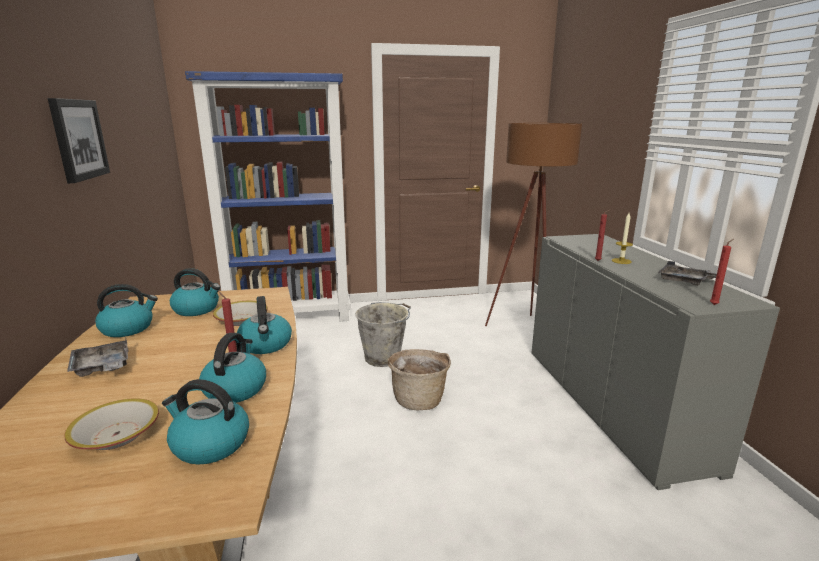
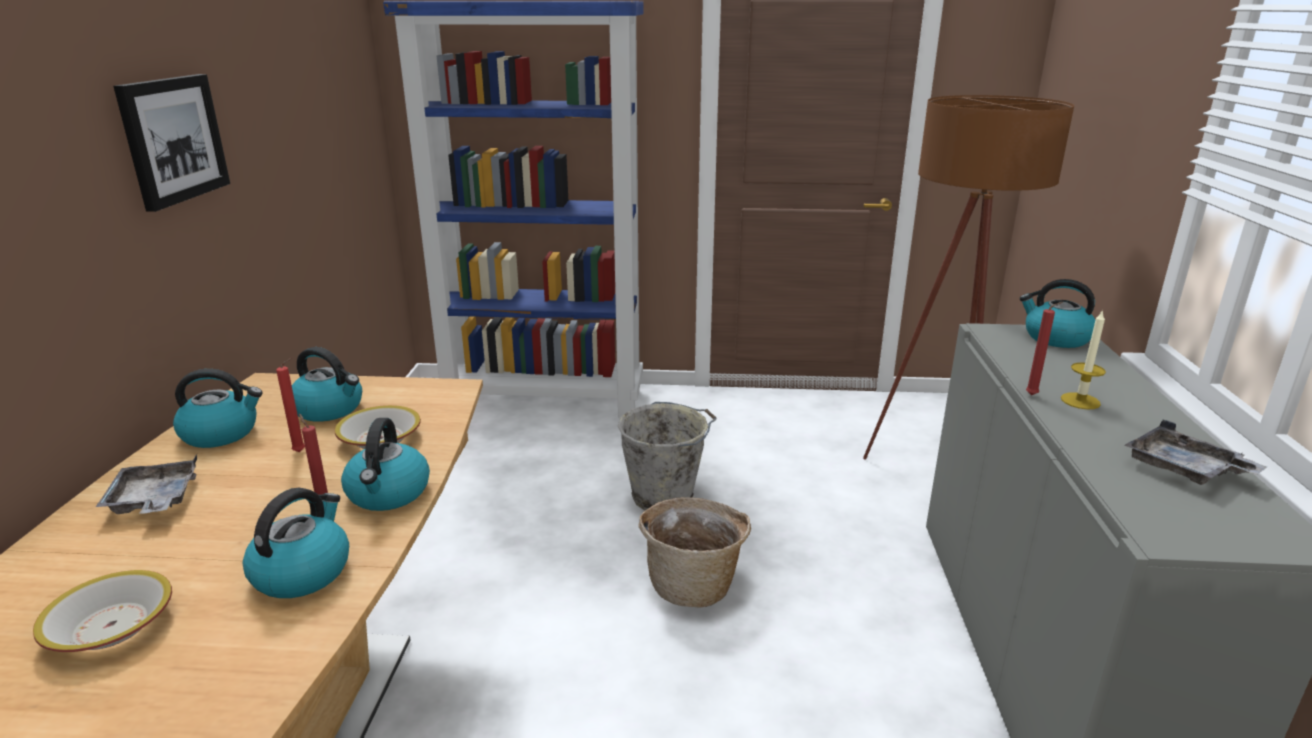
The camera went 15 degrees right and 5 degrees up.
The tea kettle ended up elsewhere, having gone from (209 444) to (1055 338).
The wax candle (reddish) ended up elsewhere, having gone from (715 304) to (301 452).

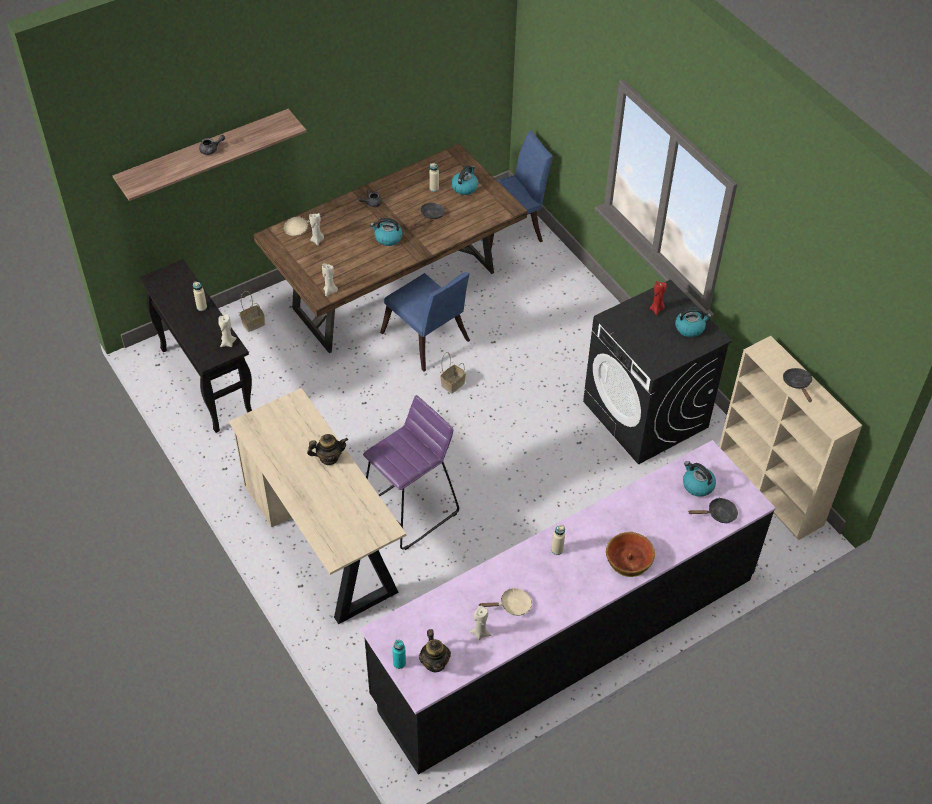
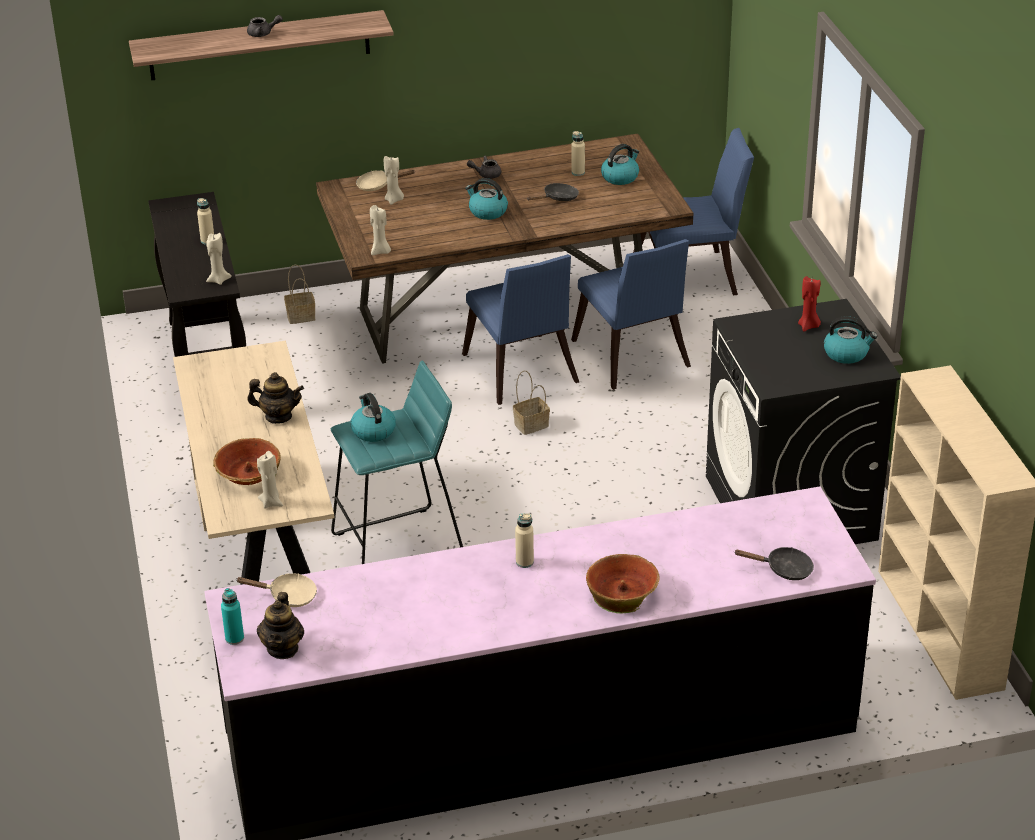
The camera went 20 degrees right and 15 degrees down.
The second view lost the skillet (blackish) at (797 384).
The second view gained the bowl at (248 474).
The second view gained the chair (bluish) at (632 359).
The wax candle (sand-coloured) ended up elsewhere, having gone from (480 633) to (271 502).
The skillet (sand-coloured) ended up elsewhere, having gone from (512 605) to (288 596).
The tea kettle ended up elsewhere, having gone from (697 485) to (373 431).
What was the stool (purple) at (410 510) turned into the stool (blue-green) at (399 550).

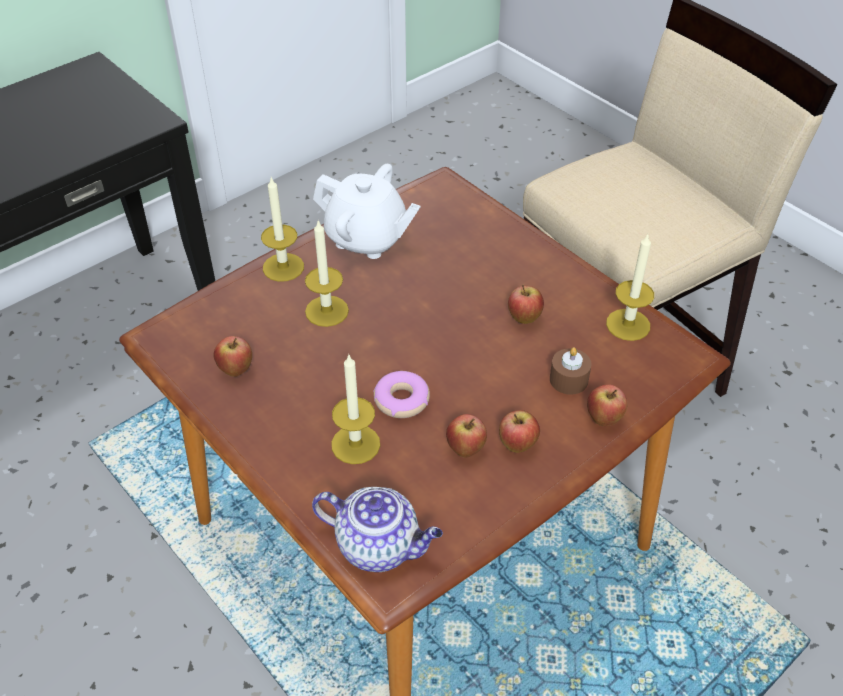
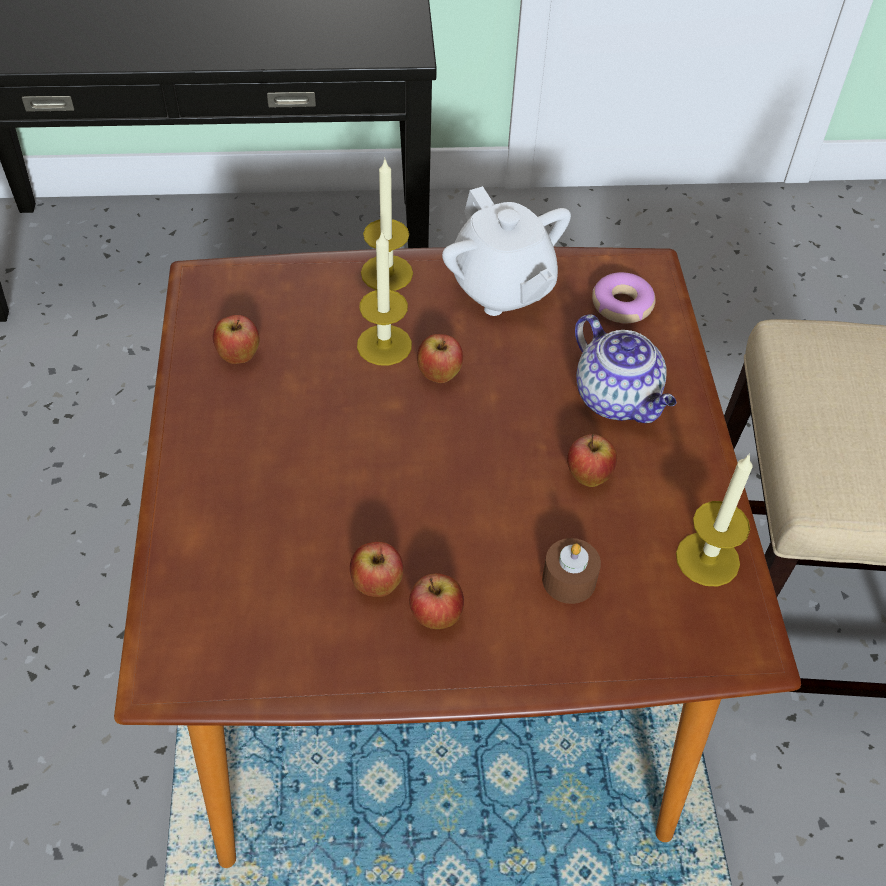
The camera went 35 degrees right and 5 degrees up.
The second view lost the wax candle at (355 444).
The teapot ended up elsewhere, having gone from (380 546) to (618 399).
The ring doughnut ended up elsewhere, having gone from (401 400) to (621 305).
The whole apple ended up elsewhere, having gone from (604 419) to (439 375).

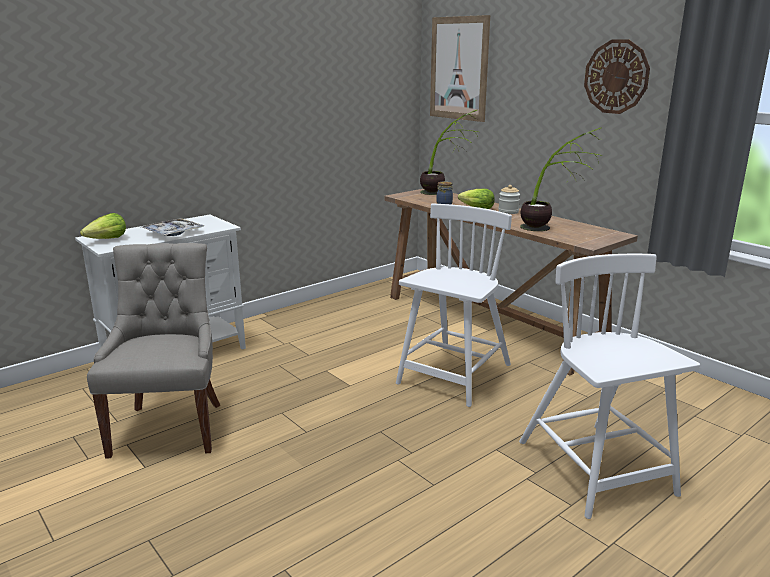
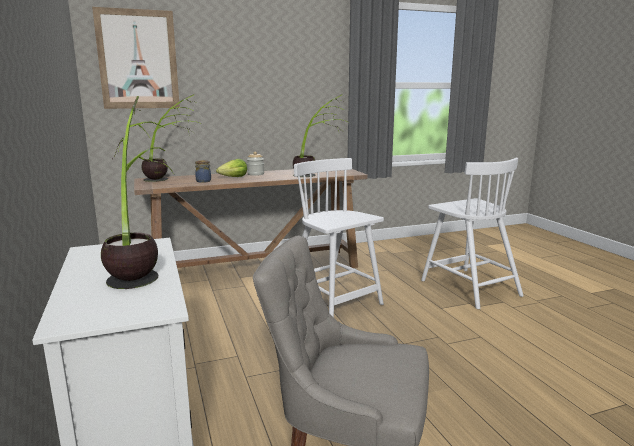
The camera went 70 degrees left and 5 degrees down.
The second view lost the head of lettuce at (107 240).
The second view lost the wall clock at (616 77).
Where the tray stood at (173 233), the plant in a pot came to stand at (141 267).
The chair (white) at (596 469) ended up facing another way, 120 degrees counterclockwise from before.

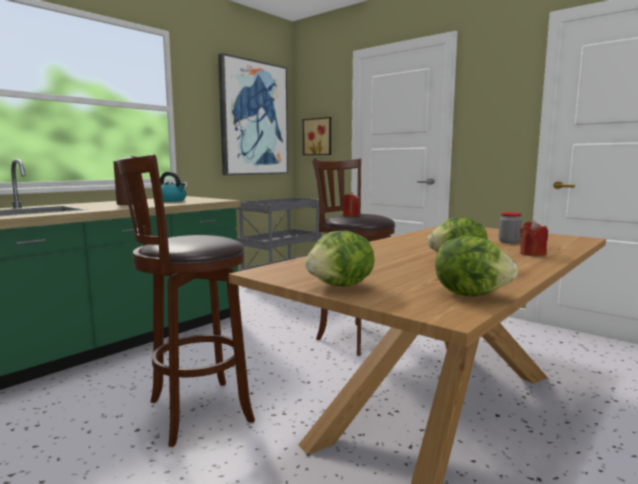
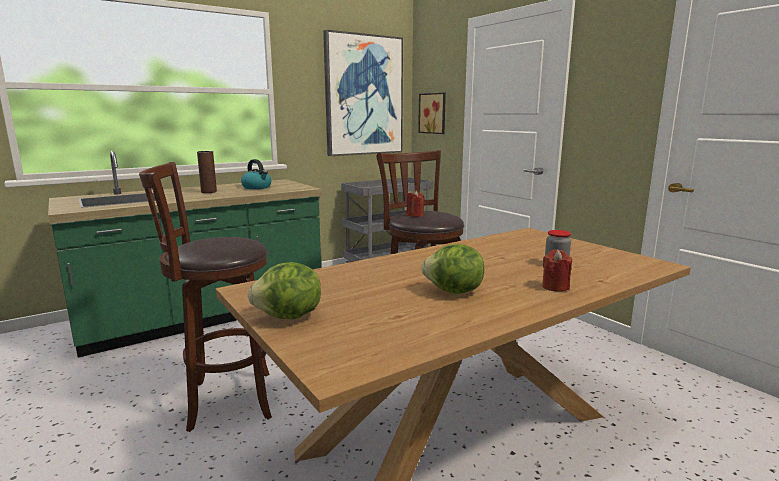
The camera went 15 degrees right and 5 degrees up.
The second view lost the head of lettuce at (471 294).

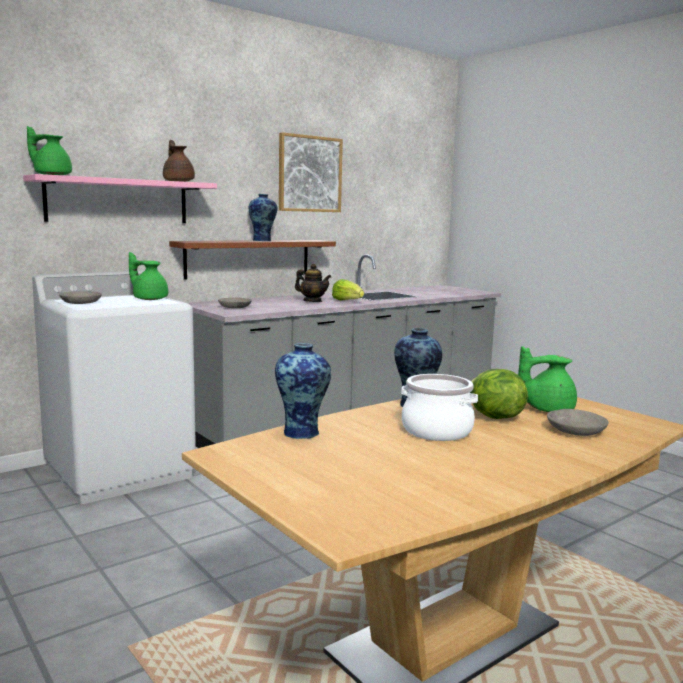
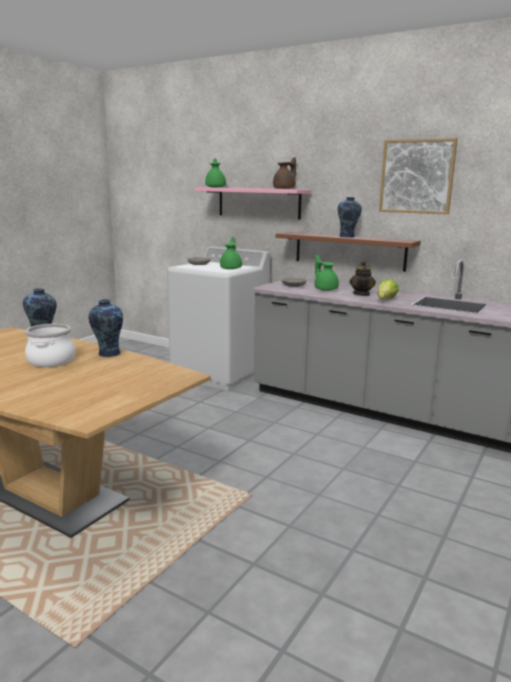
The camera went 70 degrees right and 5 degrees up.
The second view lost the head of lettuce at (494 417).
The second view lost the bowl (gray) at (575 430).
The teapot (green) ended up elsewhere, having gone from (546 409) to (325 289).

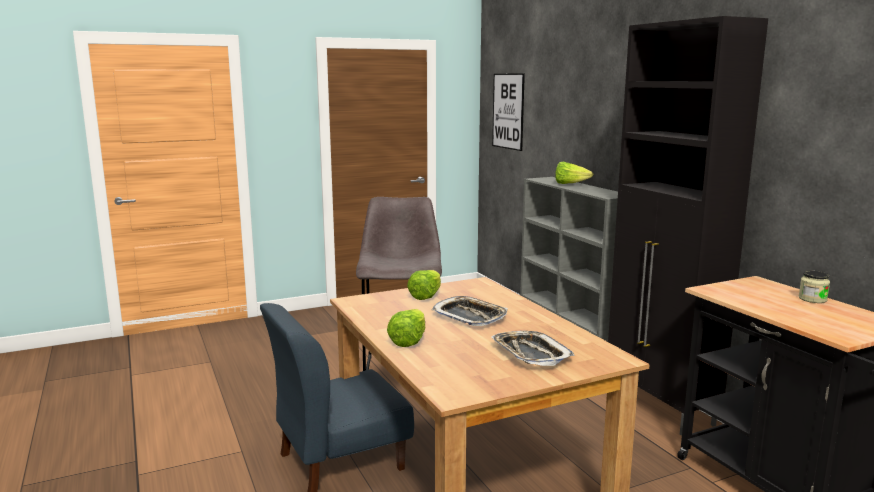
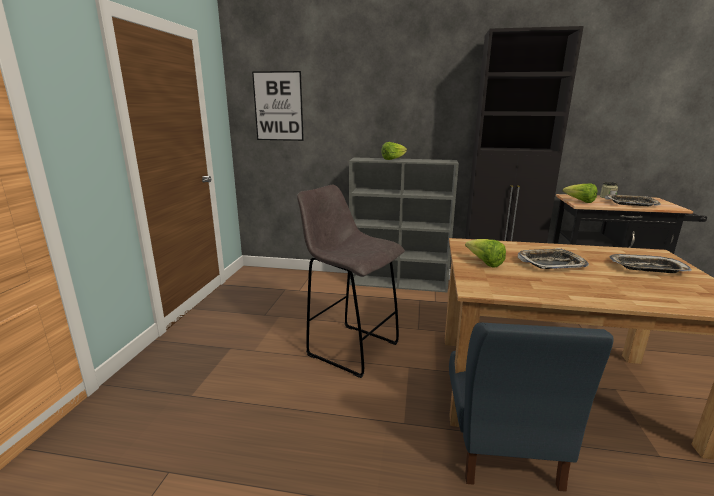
The camera went 55 degrees left and 5 degrees up.
The second view gained the tray at (631 203).
The head of lettuce ended up elsewhere, having gone from (409 341) to (580 201).

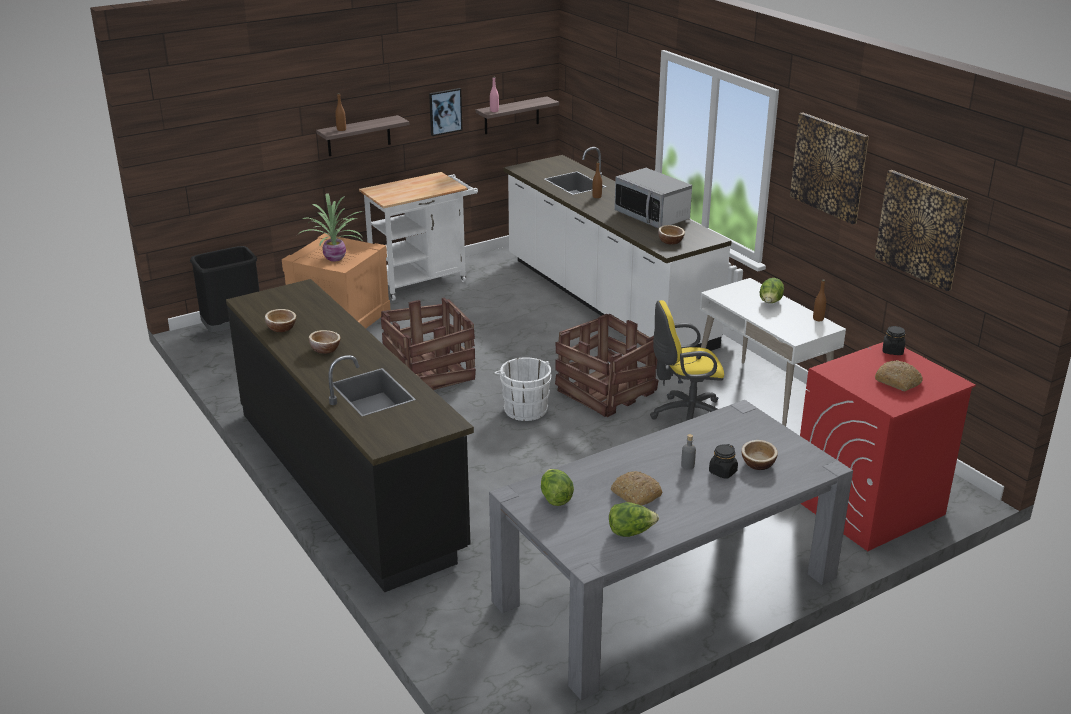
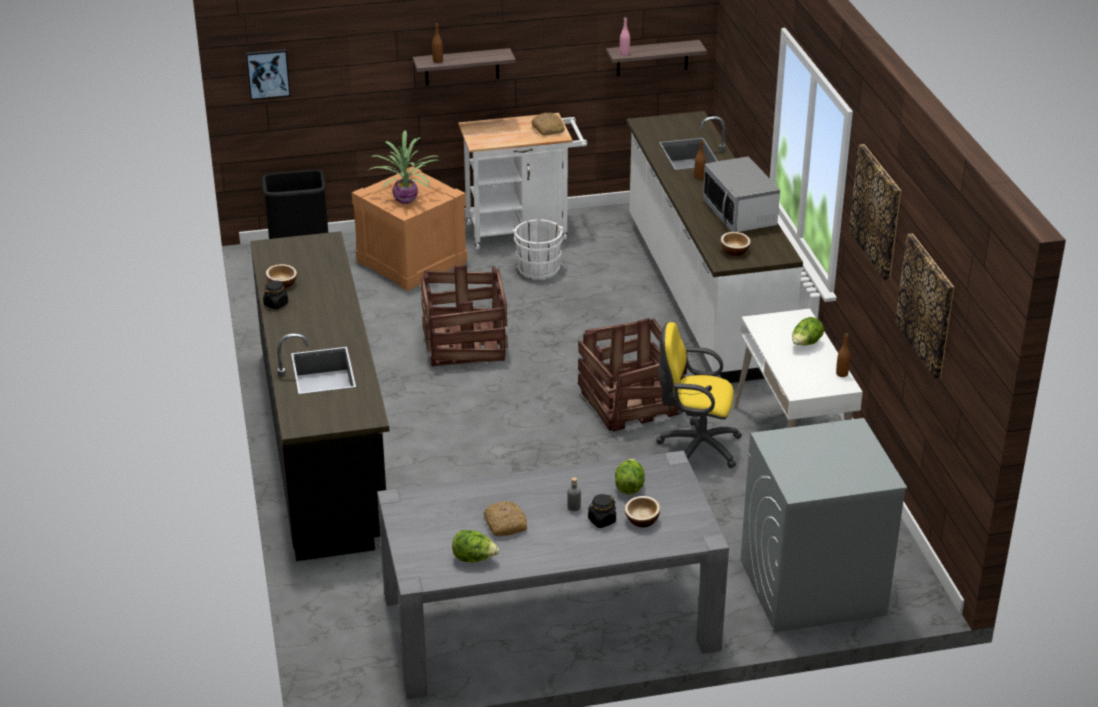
The camera went 20 degrees right and 5 degrees up.
The second view lost the bowl at (325 349).
The wall picture ended up elsewhere, having gone from (445 111) to (268 73).
The bucket (white) ended up elsewhere, having gone from (524 408) to (538 268).
The head of lettuce ended up elsewhere, having gone from (555 498) to (629 487).
The bread ended up elsewhere, having gone from (898 381) to (548 129).
The preserve jar (blackish) ended up elsewhere, having gone from (892 351) to (276 304).
What was the laundry machine (reddish) at (867 506) turned into the laundry machine (gray) at (811 587).

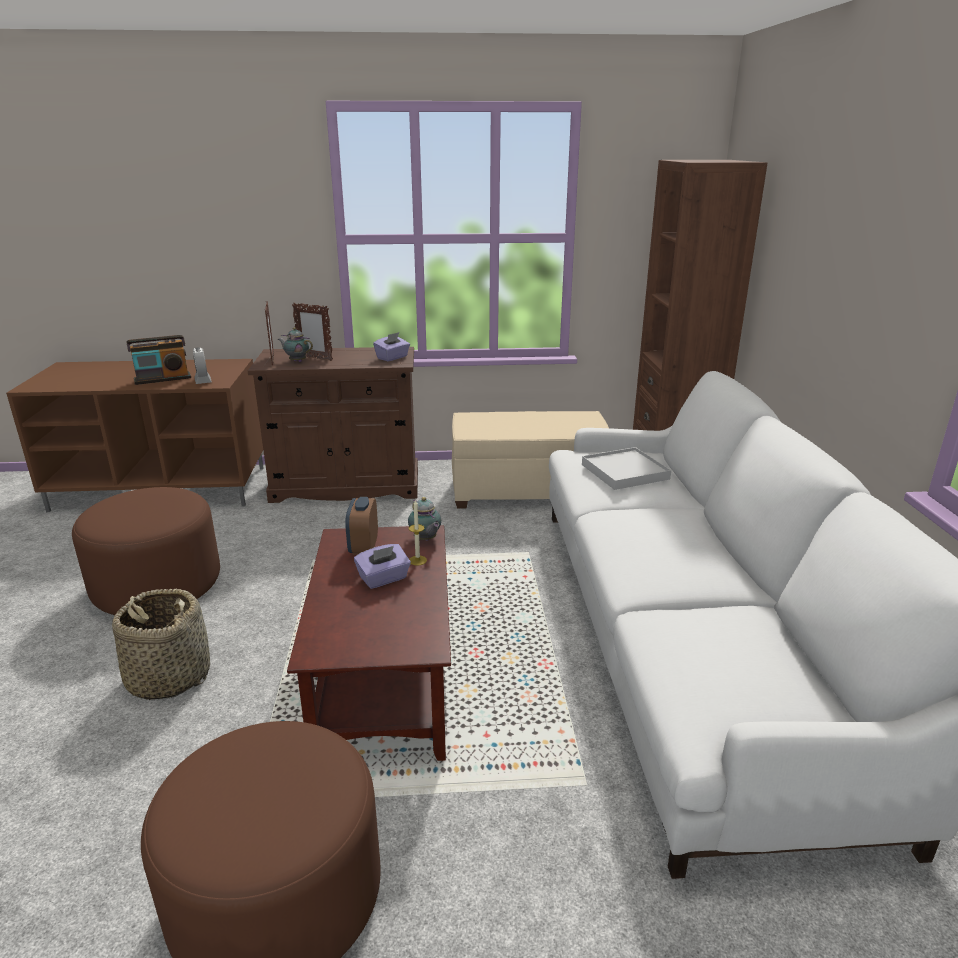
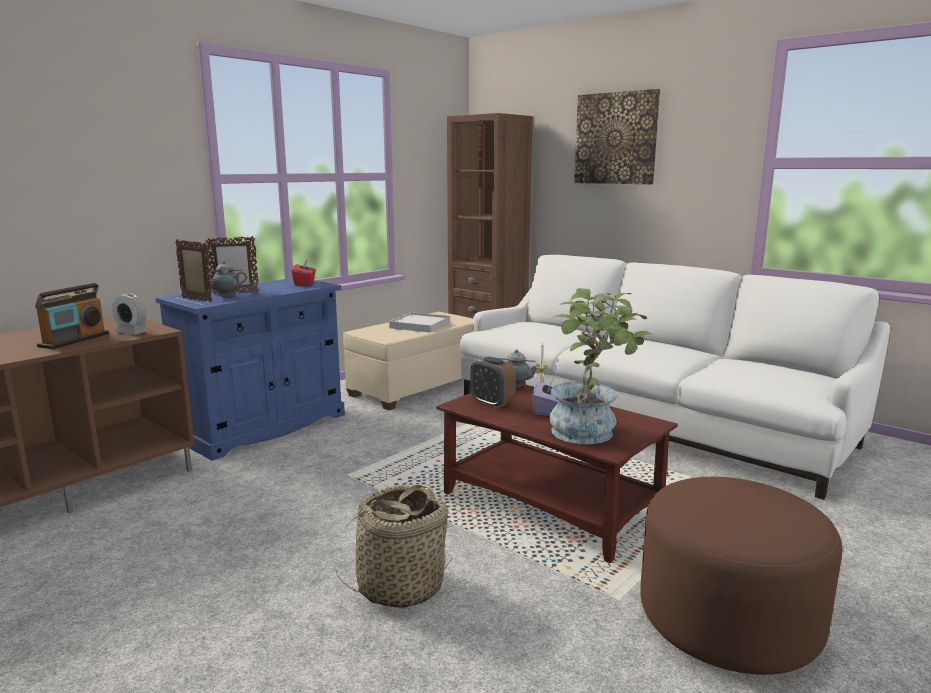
The camera went 45 degrees left and 10 degrees down.
The second view lost the ottoman (brown) at (157 586).
The second view gained the plant in a pot at (591 434).
The second view gained the wall picture at (616 138).
The tray (white) ended up elsewhere, having gone from (625 472) to (420 325).
What was the cabinet (brown) at (346 486) turned into the cabinet (bluish) at (263 427).
What was the box of tissues (purple) at (392 357) turned into the box of tissues (reddish) at (305 283).

